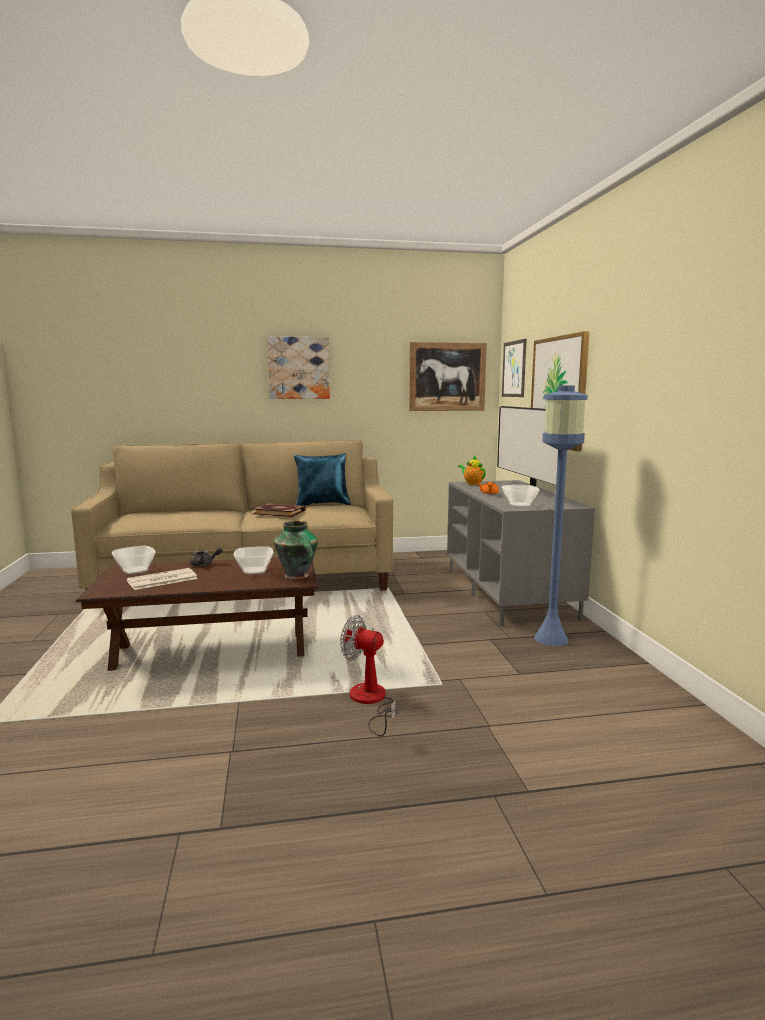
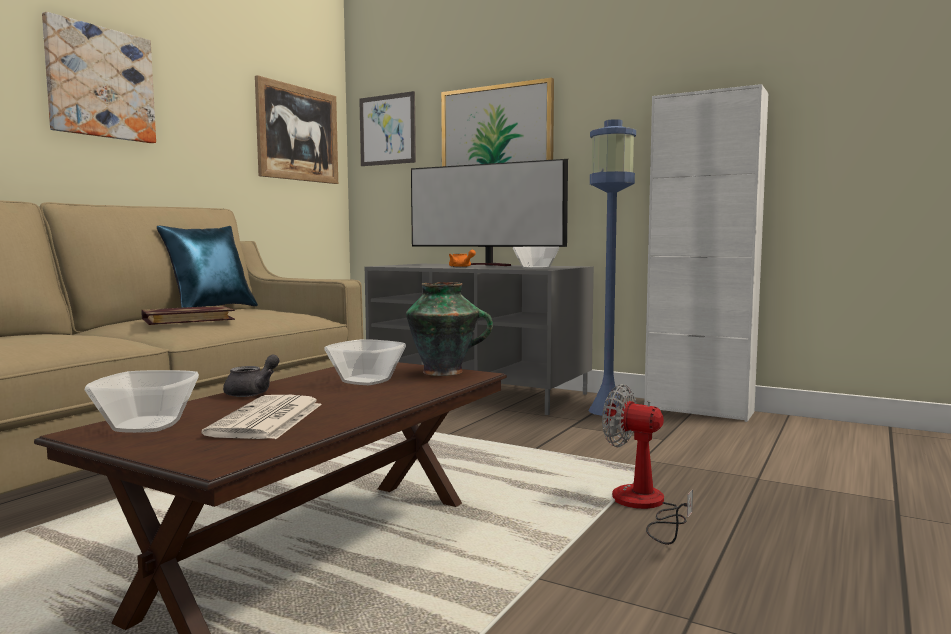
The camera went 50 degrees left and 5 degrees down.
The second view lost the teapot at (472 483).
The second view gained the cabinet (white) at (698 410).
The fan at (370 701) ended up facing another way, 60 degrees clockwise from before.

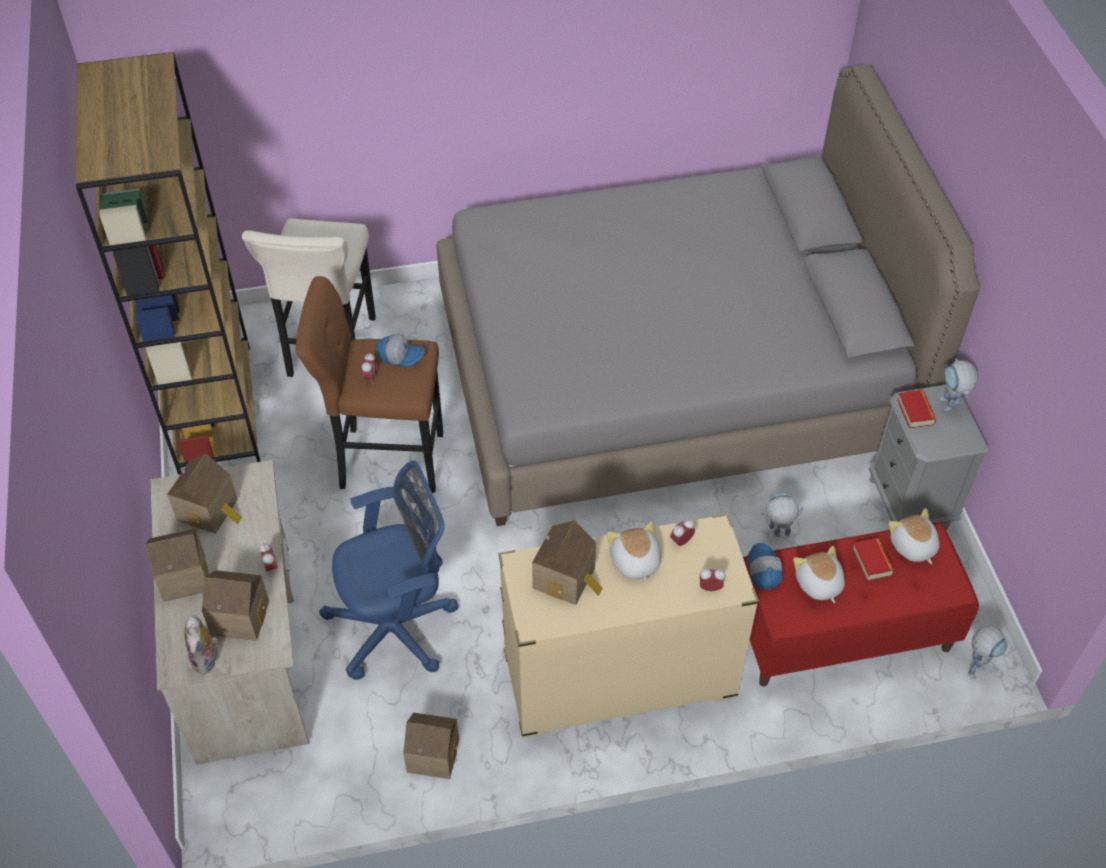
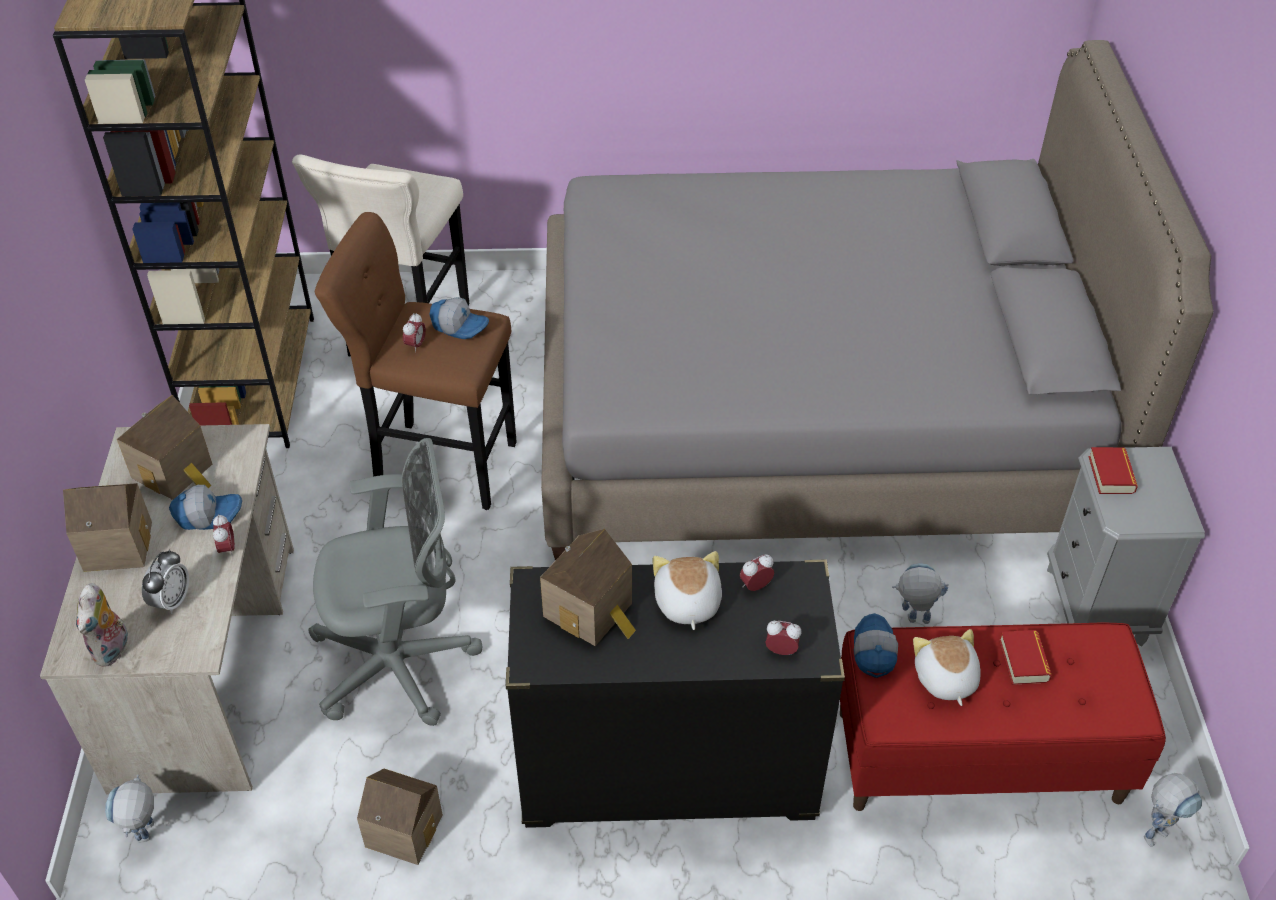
The camera went 10 degrees right and 5 degrees down.
The second view lost the plush toy at (912 547).
The second view gained the cap at (208 514).
The model robot ended up elsewhere, having gone from (949 407) to (147 838).
Where the miniature house stood at (240 615), the table clock came to stand at (172 601).
What was the desk chair (bluish) at (398 627) turned into the desk chair (gray) at (401 664).
What was the drawer chest (sand-coloured) at (618 678) turned into the drawer chest (blackish) at (667 770).

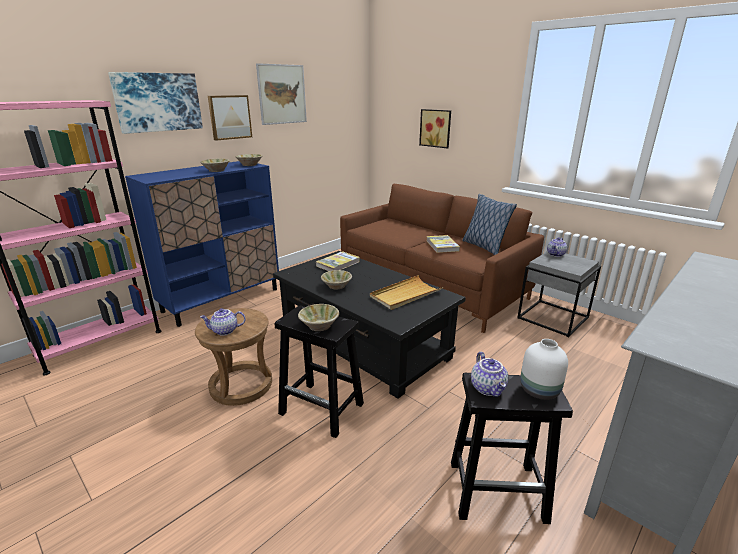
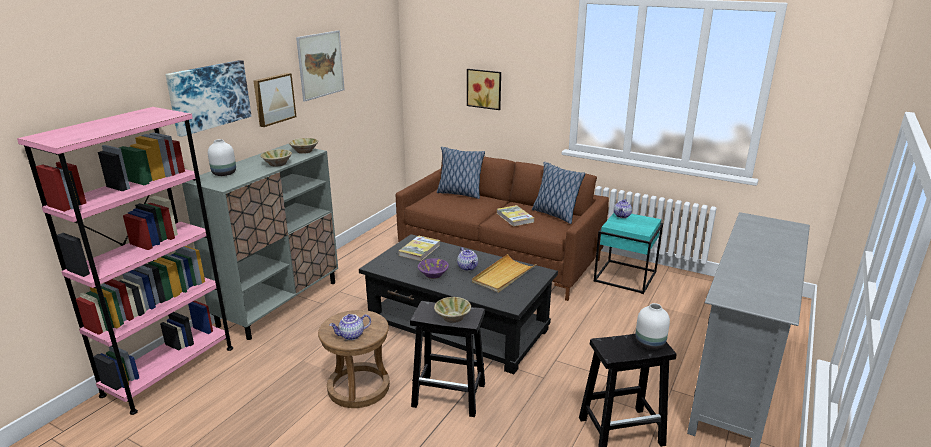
The camera went 15 degrees left and 0 degrees up.
The second view gained the flower vase (white) at (223 174).
The second view gained the cushion at (459 193).
The teapot ended up elsewhere, having gone from (488 388) to (468 267).
What was the cabinet (bluish) at (222 300) turned into the cabinet (gray) at (279 303).
What was the bowl (sand-coloured) at (336 286) turned into the bowl (purple) at (433 275).
What was the accent table (gray) at (553 318) turned into the accent table (blue-green) at (626 277).

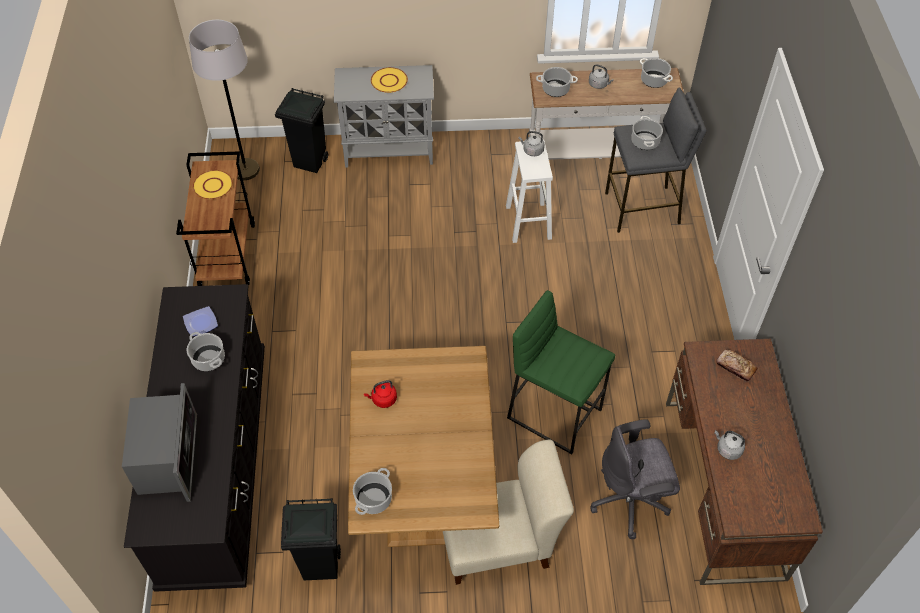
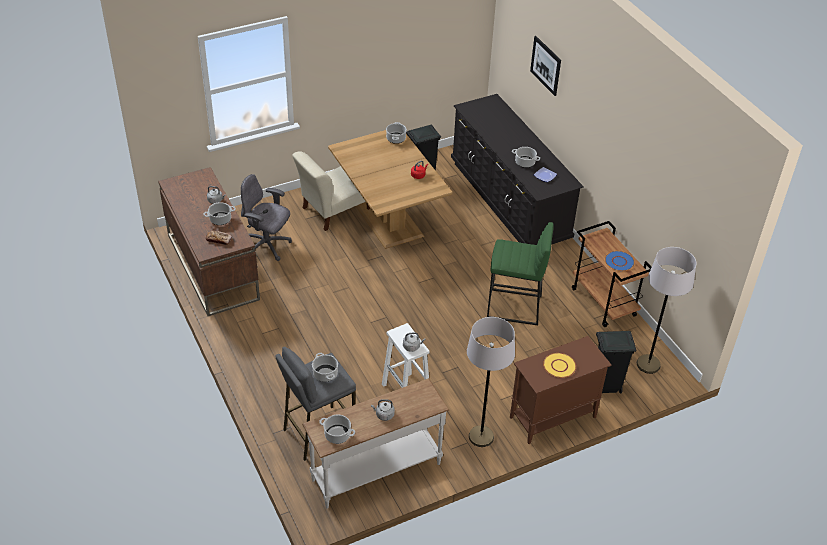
The camera went 155 degrees right and 10 degrees down.
The second view lost the microwave at (168 458).
The second view gained the standing lamp (gray) at (481 437).
The second view gained the wall picture at (545 65).
The stool (green) ended up elsewhere, having gone from (555 413) to (514 307).
The saucepot ended up elsewhere, having gone from (555 89) to (220 219).
What was the dinner plate (yellowish) at (212 185) turned into the dinner plate (bluish) at (619 261).
What was the cabinet (gray) at (390 151) turned into the cabinet (brown) at (552 417).
The desk chair (gray) at (630 501) ended up facing another way, 120 degrees counterclockwise from before.

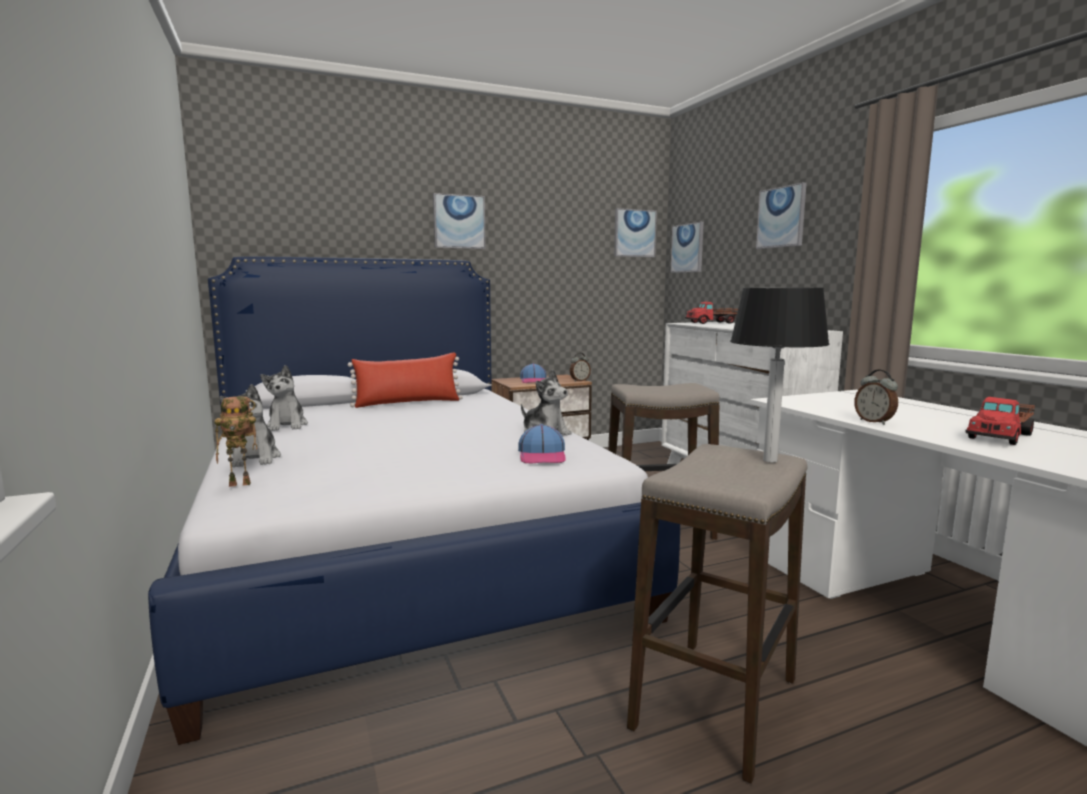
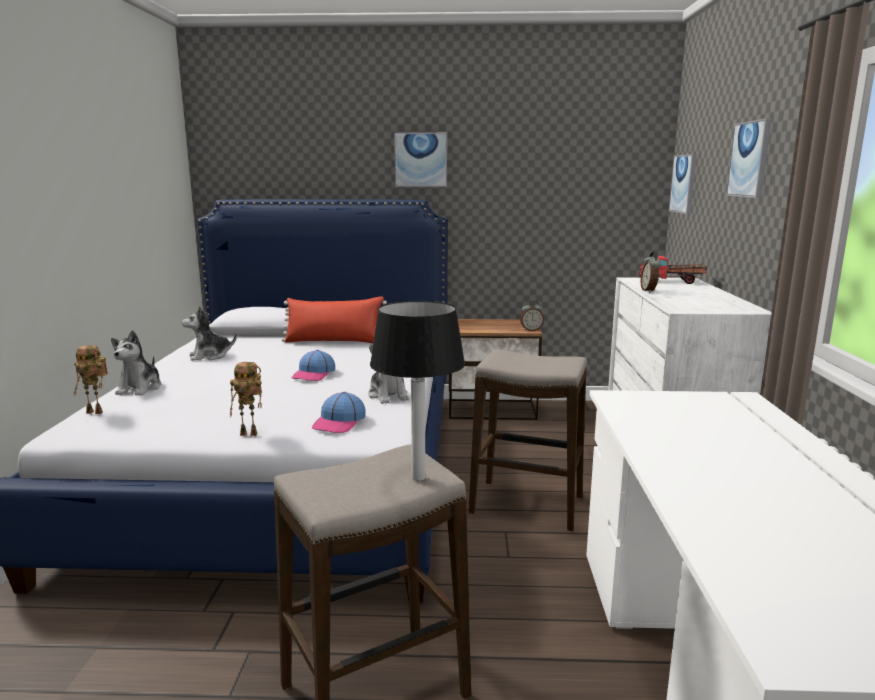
The camera went 25 degrees right and 5 degrees up.
The second view lost the wall picture at (634 233).
The second view lost the toy truck at (1000 435).
The second view gained the model robot at (250 433).
The cap ended up elsewhere, having gone from (534 381) to (314 374).
The table clock ended up elsewhere, having gone from (874 422) to (649 291).
The plush toy at (287 425) ended up facing another way, 60 degrees clockwise from before.

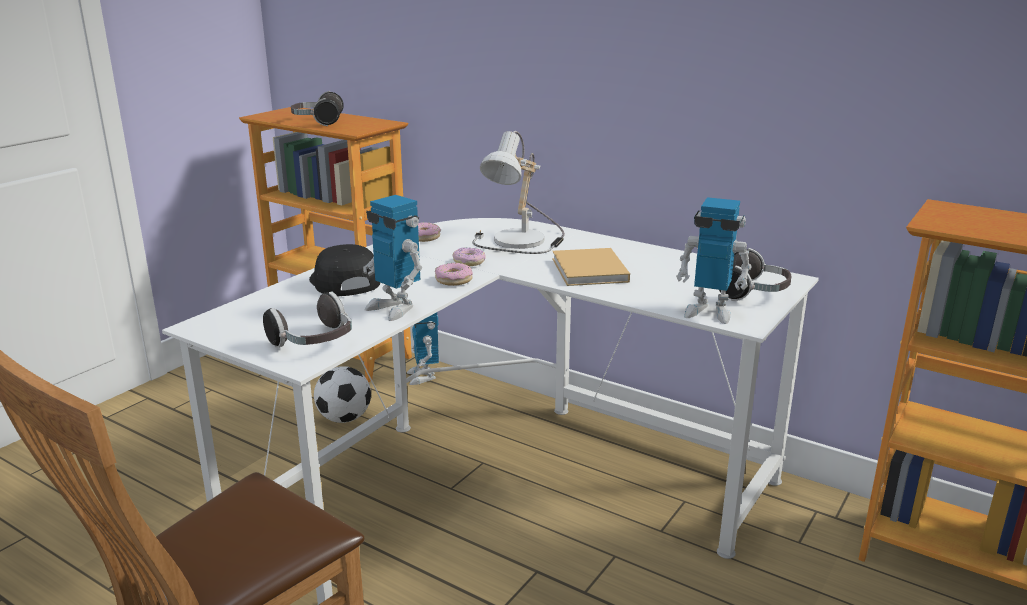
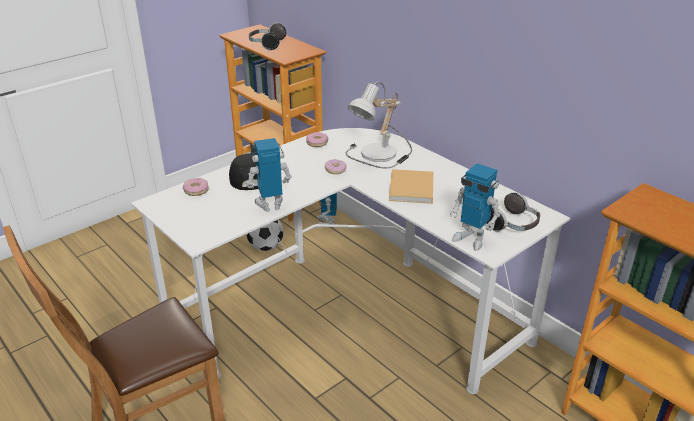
The camera went 15 degrees right and 10 degrees up.
The second view lost the pair of headphones at (314 343).
The ring doughnut ended up elsewhere, having gone from (453 280) to (196 190).
The model robot at (395 308) ended up facing another way, 105 degrees clockwise from before.

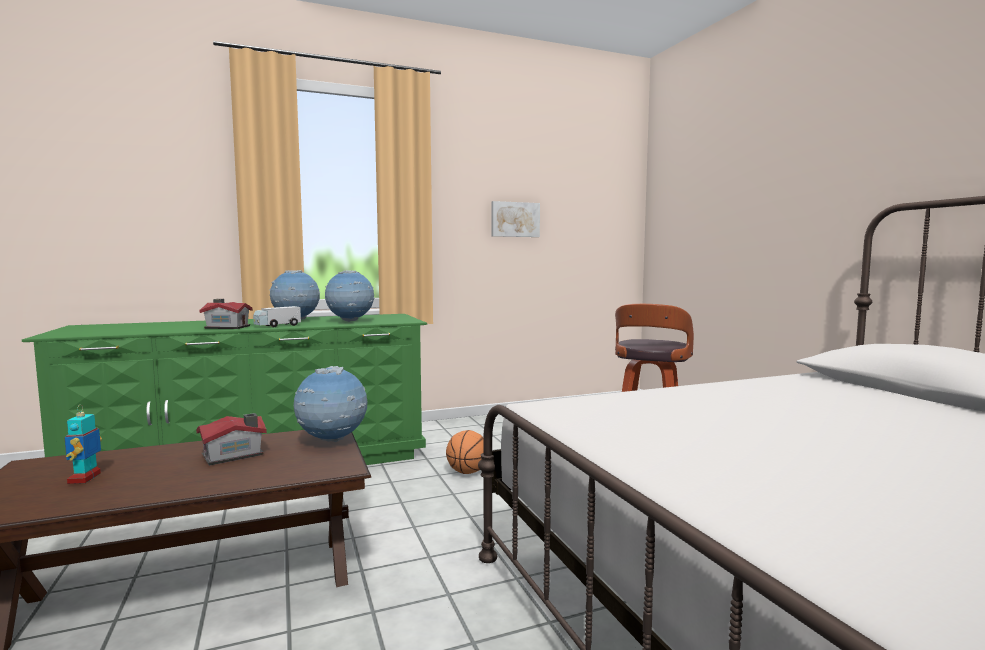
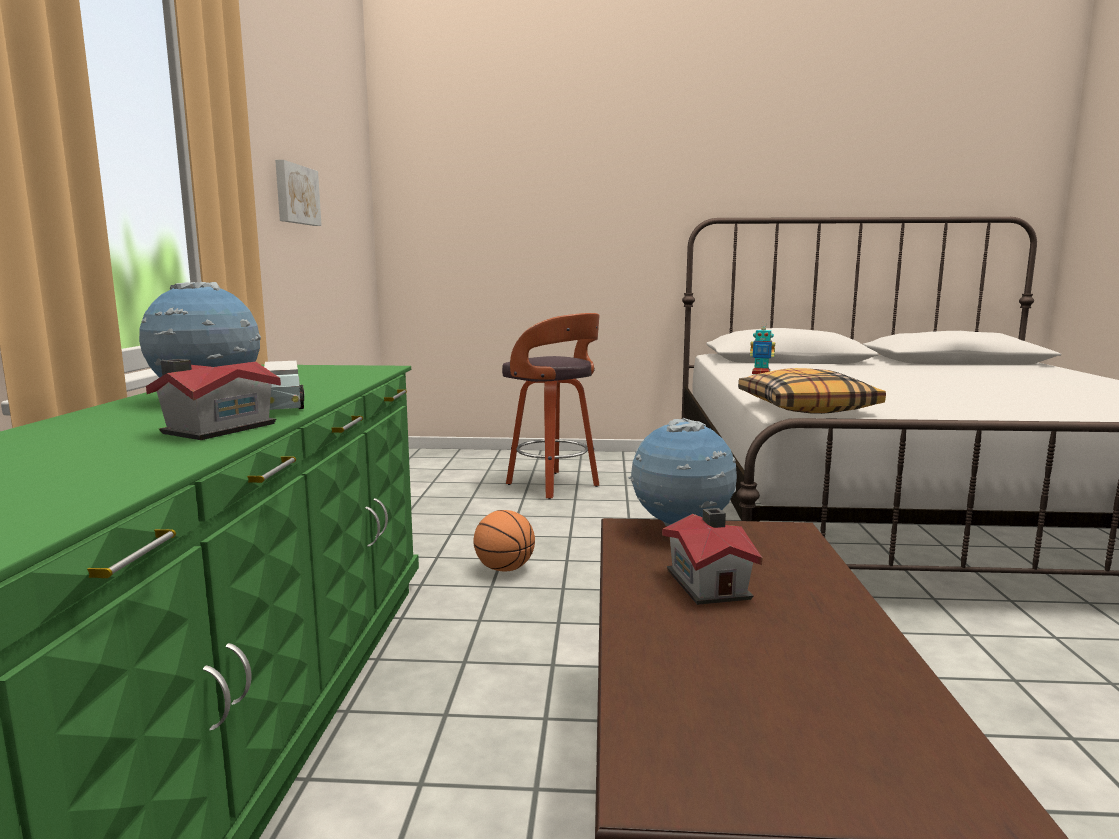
The camera went 65 degrees left and 5 degrees up.
The second view lost the desk globe at (350 321).
The second view gained the cushion at (806 407).
The model robot ended up elsewhere, having gone from (85 478) to (761 373).

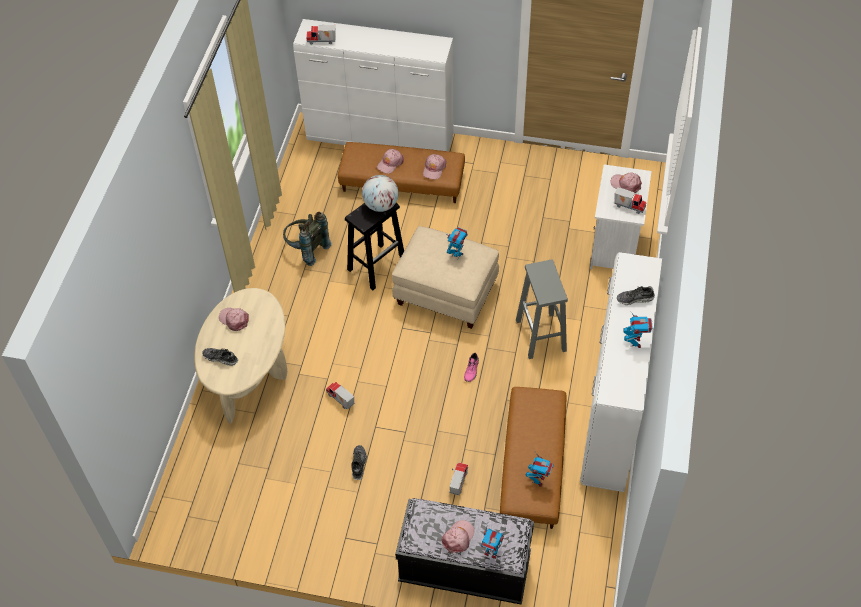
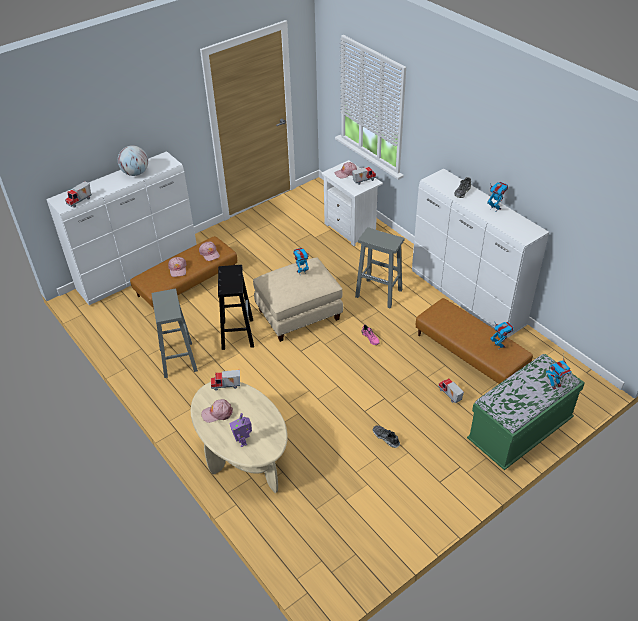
The camera went 50 degrees left and 10 degrees down.
The second view lost the cap (pinkish) at (458 538).
The toy truck ended up elsewhere, having gone from (340 400) to (226 386).
The desk globe ended up elsewhere, having gone from (381 205) to (135 173).
Where the shoe stood at (220 358), the model robot came to stand at (243 441).
Where the backpack (gray) stood at (306 250), the stool (gray) came to stand at (178 360).
What was the long seat (blackish) at (464 569) turned into the long seat (green) at (519 431).

